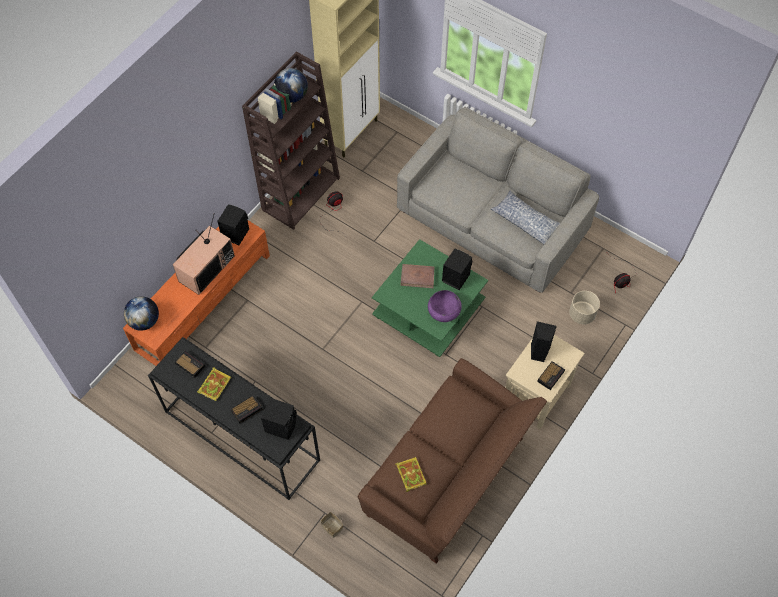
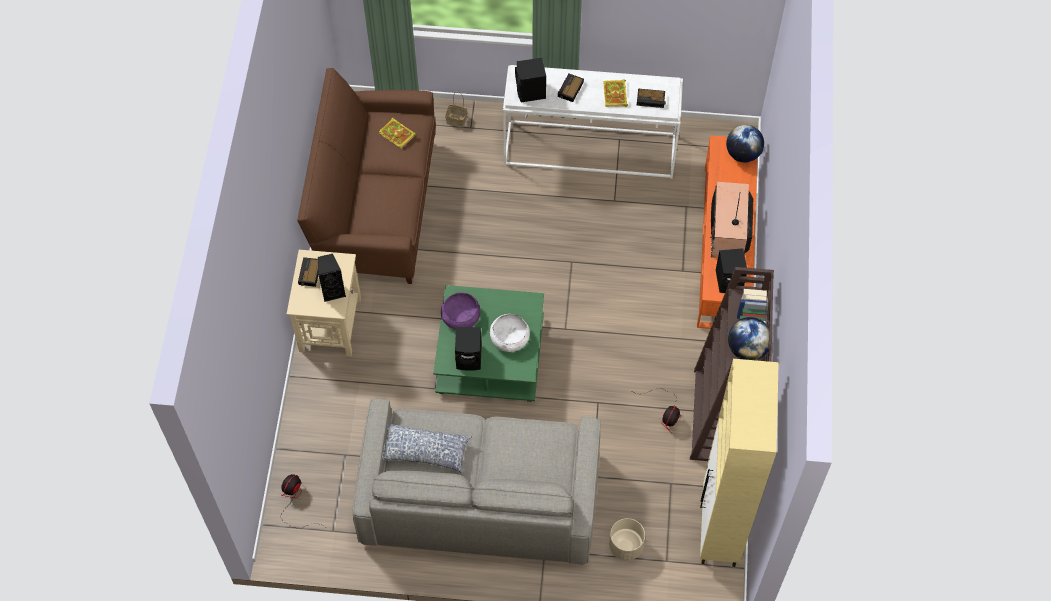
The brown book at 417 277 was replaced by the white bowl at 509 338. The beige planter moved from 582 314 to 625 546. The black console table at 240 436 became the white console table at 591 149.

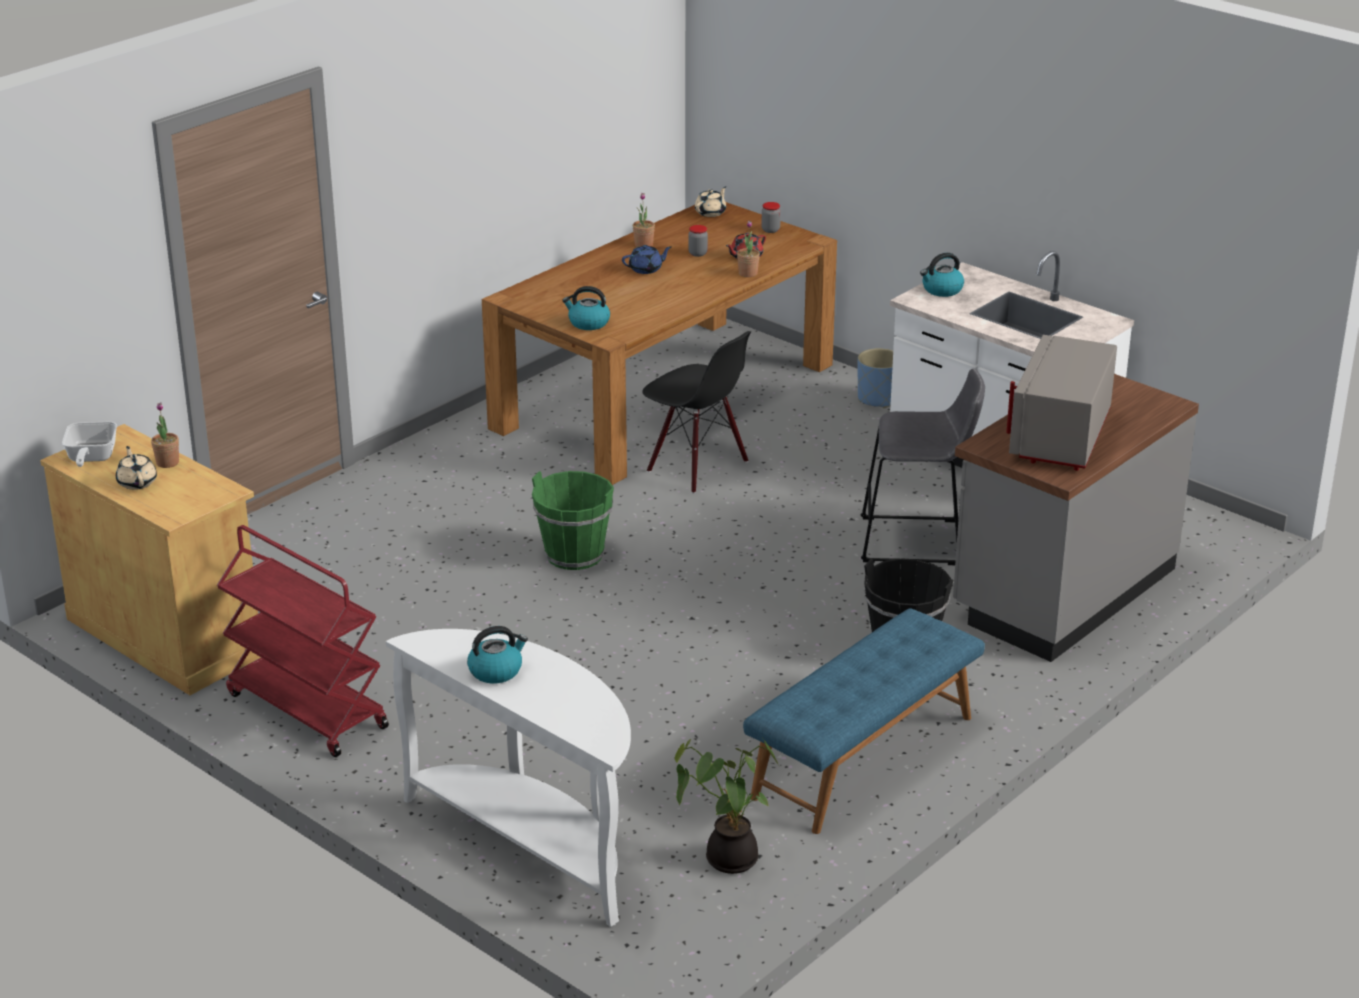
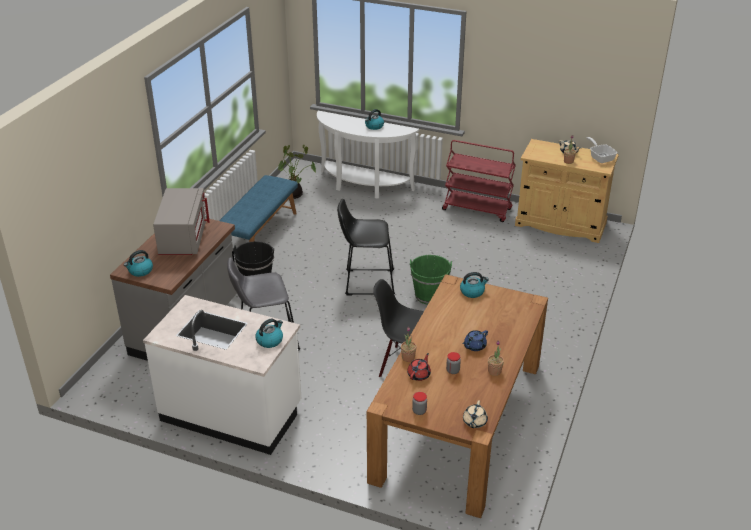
The blue planter at 878 399 disappeared. The black stool at 366 282 appeared. The kettle at 140 271 appeared.

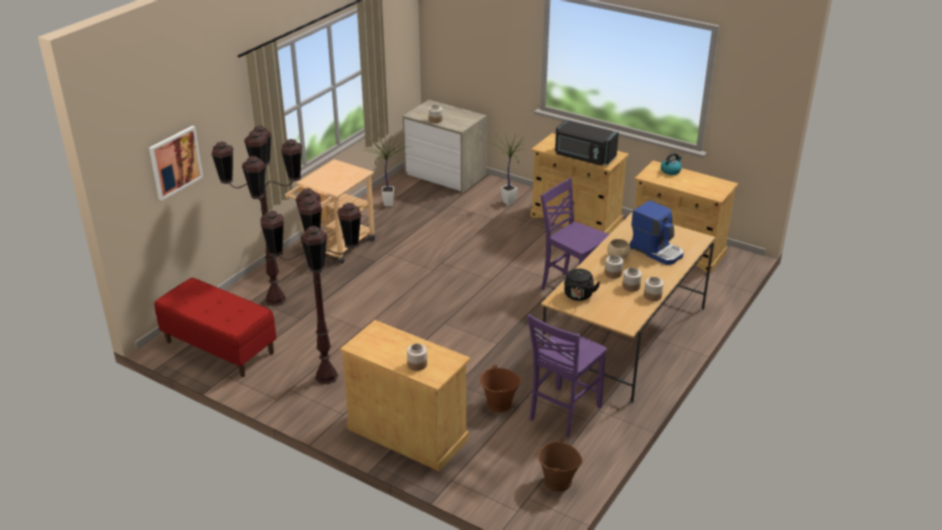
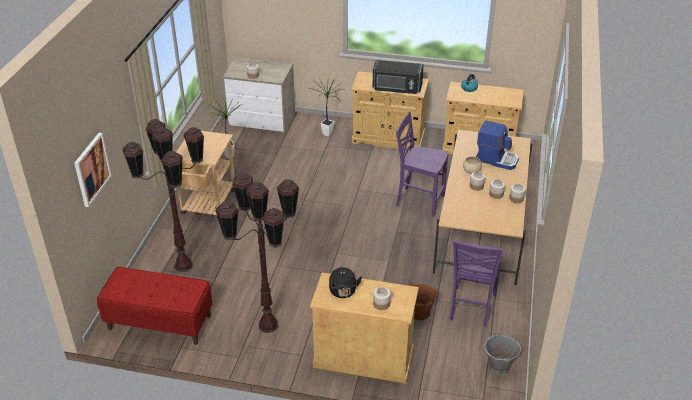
The black kettle moved from 578 296 to 343 292. The brown bucket at 557 481 became the grey bucket at 499 366.

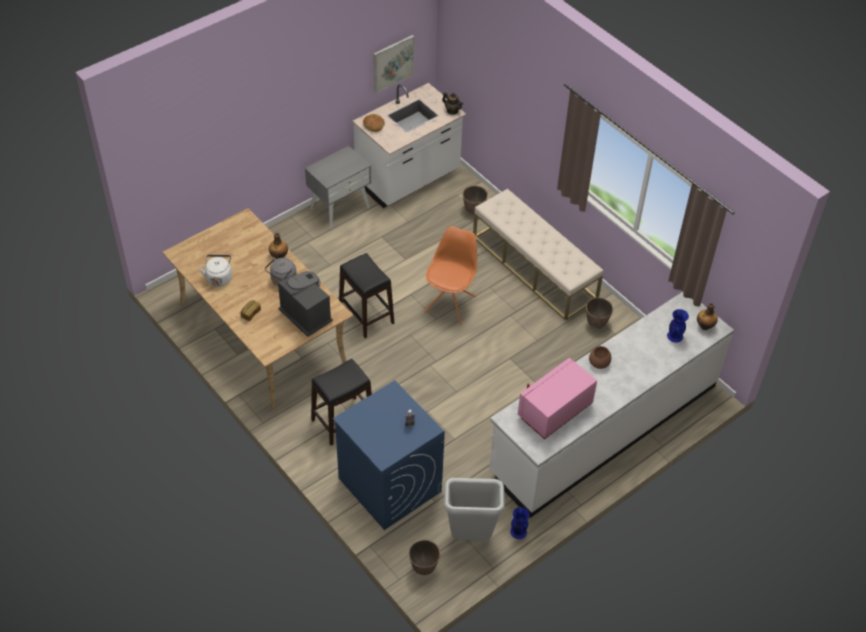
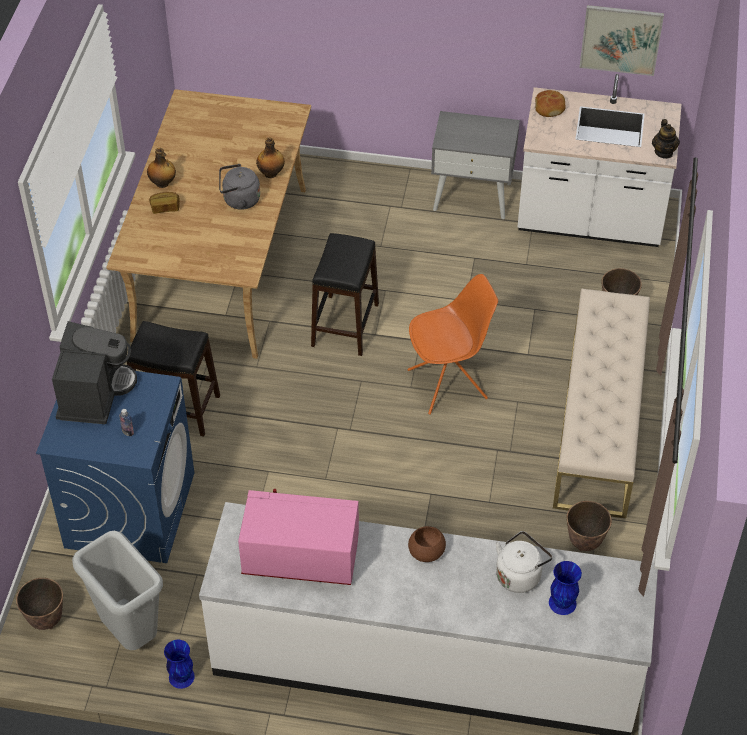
The white kettle moved from 219 277 to 519 574. The coffee machine moved from 306 315 to 94 394. The bottle moved from 705 326 to 163 183.

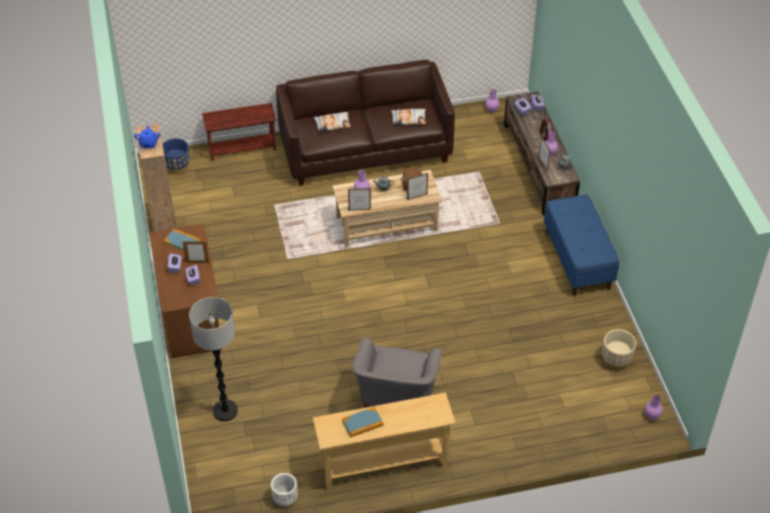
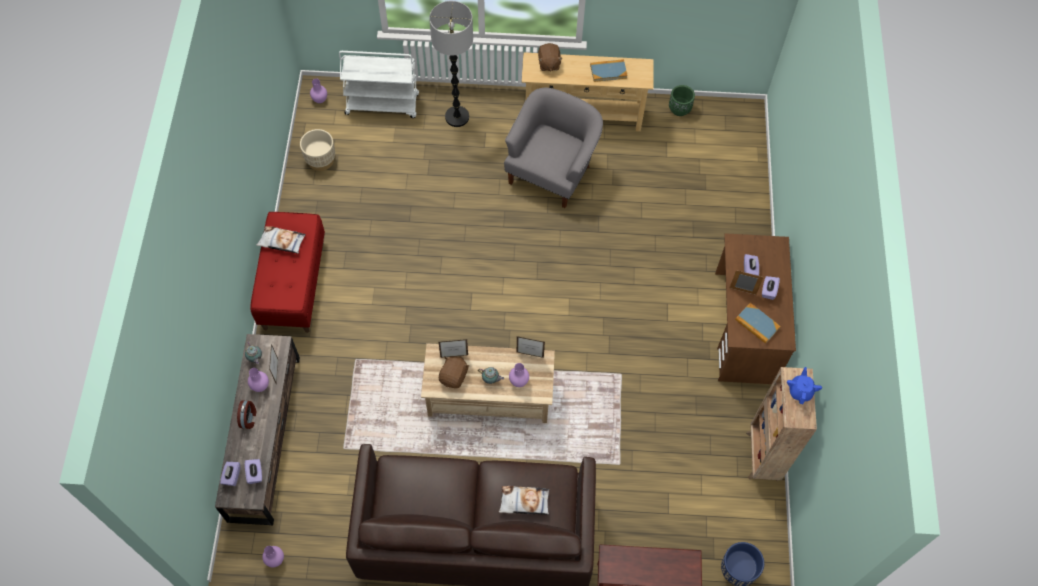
The pillow moved from 408 119 to 281 242. The blue bench at 578 260 became the red bench at 293 284. The floor lamp moved from 225 411 to 457 117. The white planter at 285 498 became the green planter at 679 109. The brown plush toy at 548 63 appeared. The white cart at 383 104 appeared.

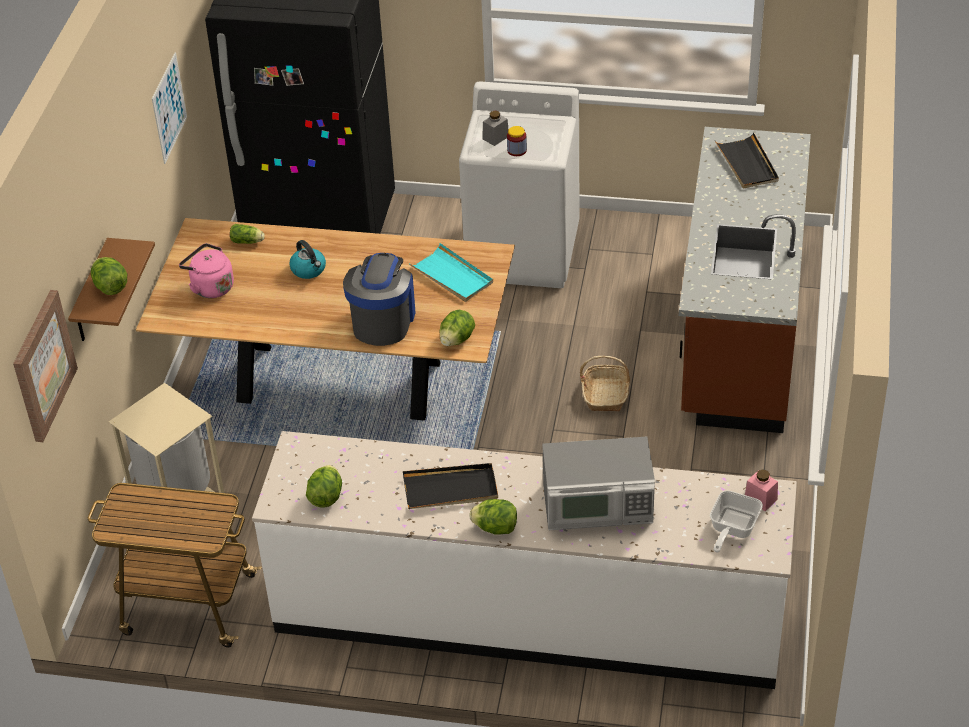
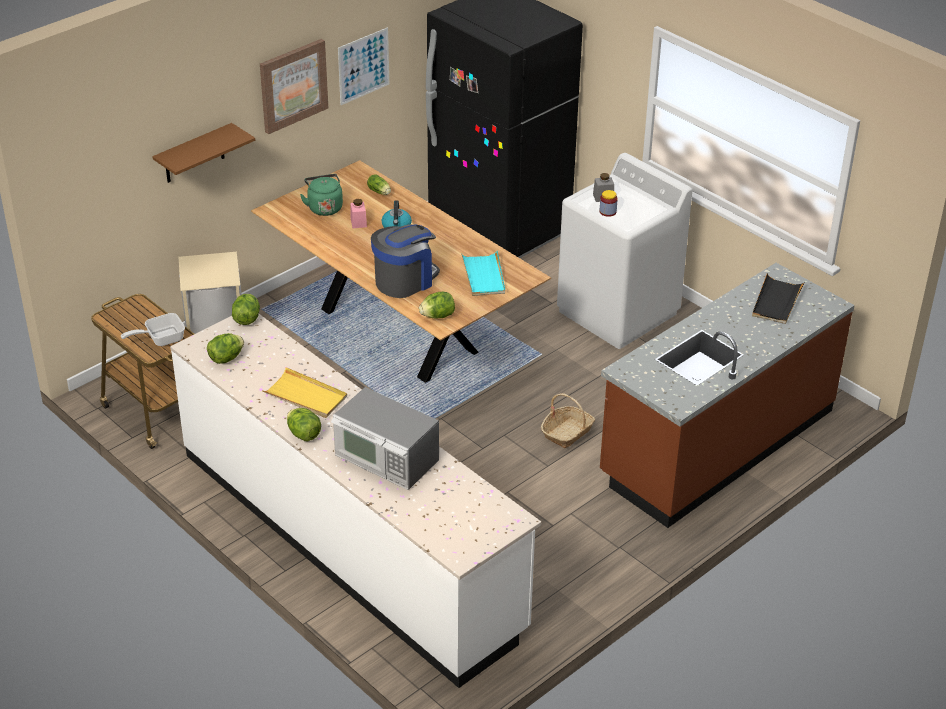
The pink kettle at 210 287 became the green kettle at 324 207. The lettuce moved from 110 287 to 247 319. The picture moved from 42 365 to 293 85. The black tray at 451 489 became the yellow tray at 305 396. The pink jar moved from 760 499 to 358 222. The frying pan moved from 731 529 to 160 339.

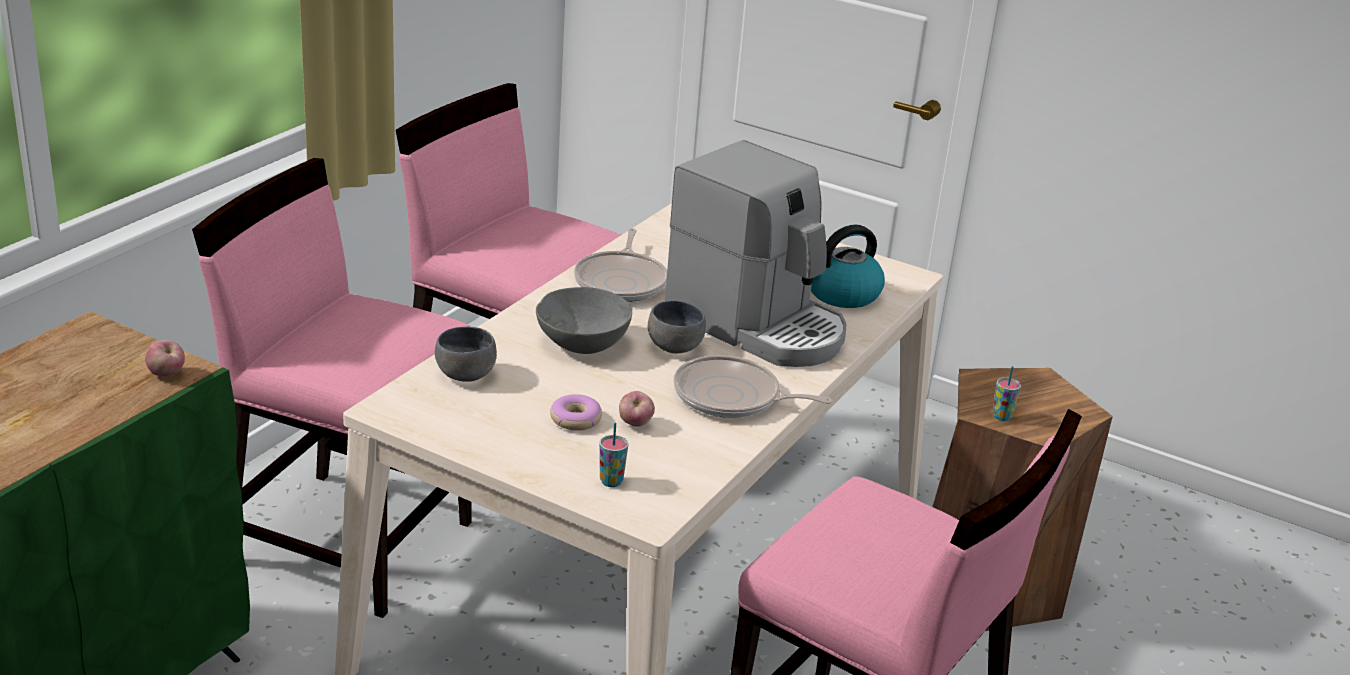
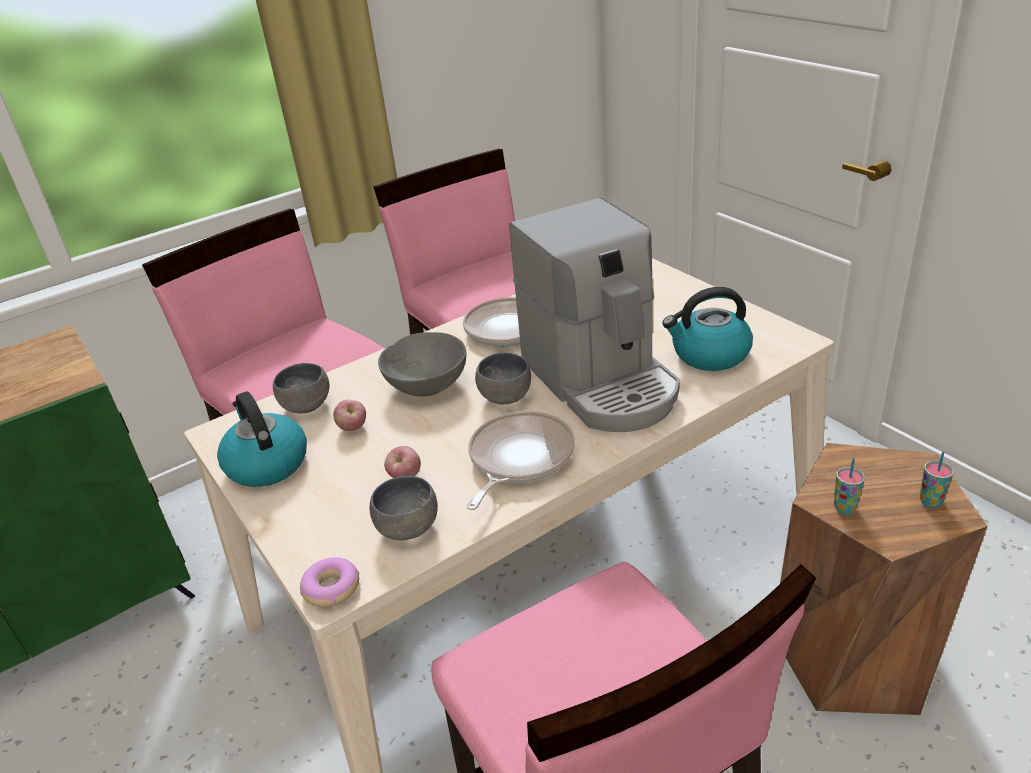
The apple moved from 166 374 to 353 428. The frying pan at 732 397 turned 75 degrees clockwise. The donut moved from 575 419 to 331 588. The cup moved from 611 482 to 930 502. The kettle at 266 464 appeared. The grey bowl at 408 527 appeared.

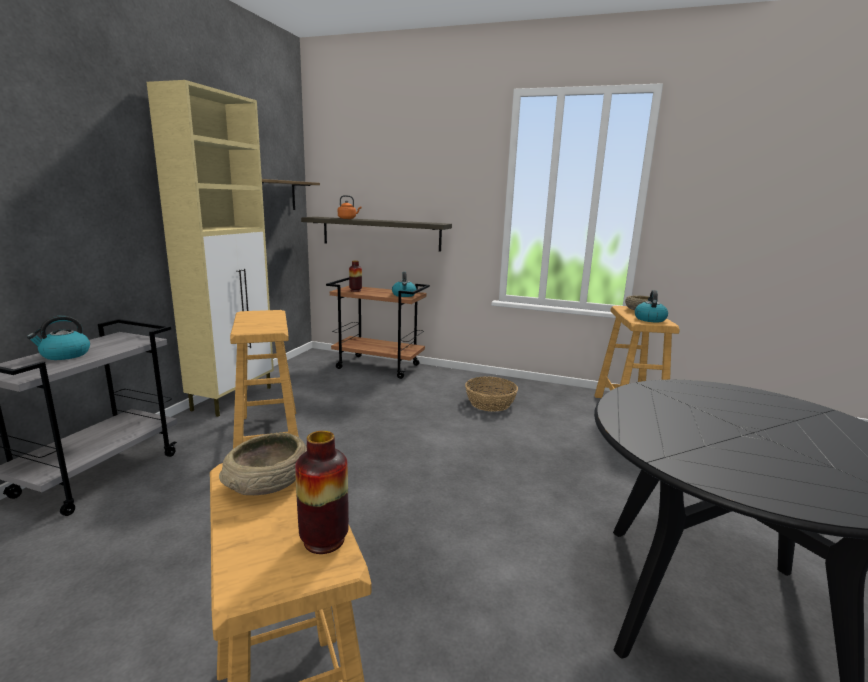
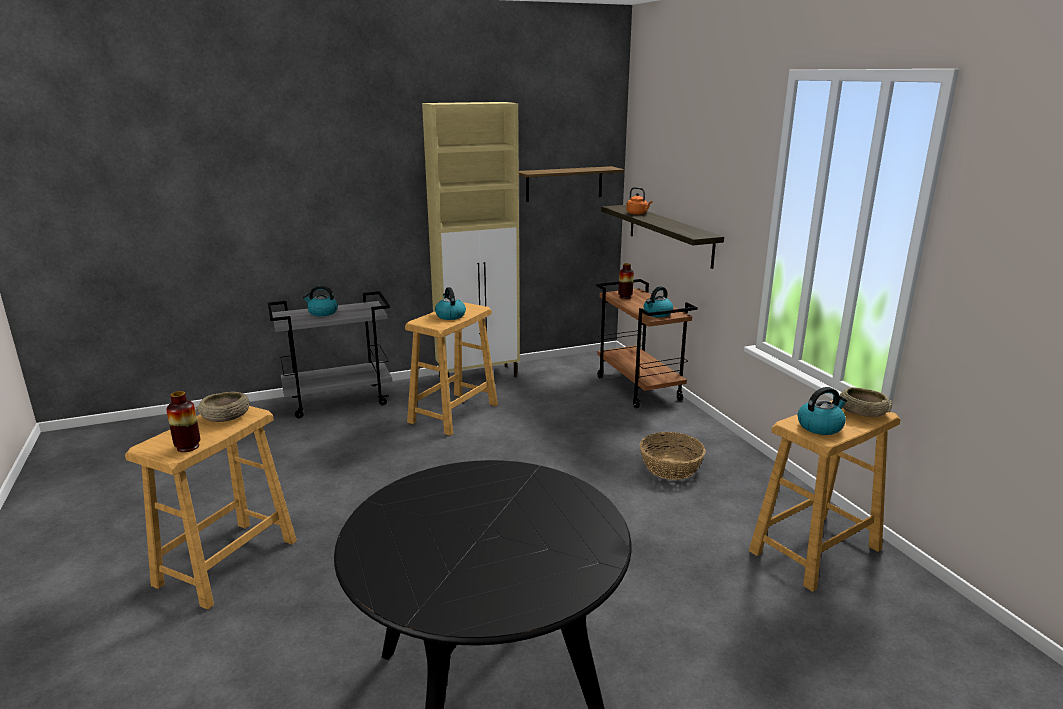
The kettle at 450 316 appeared.

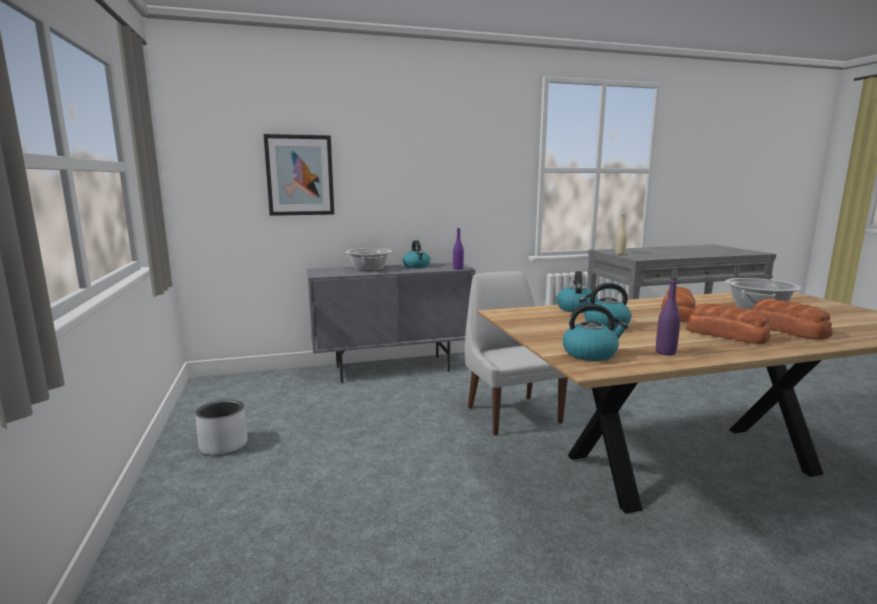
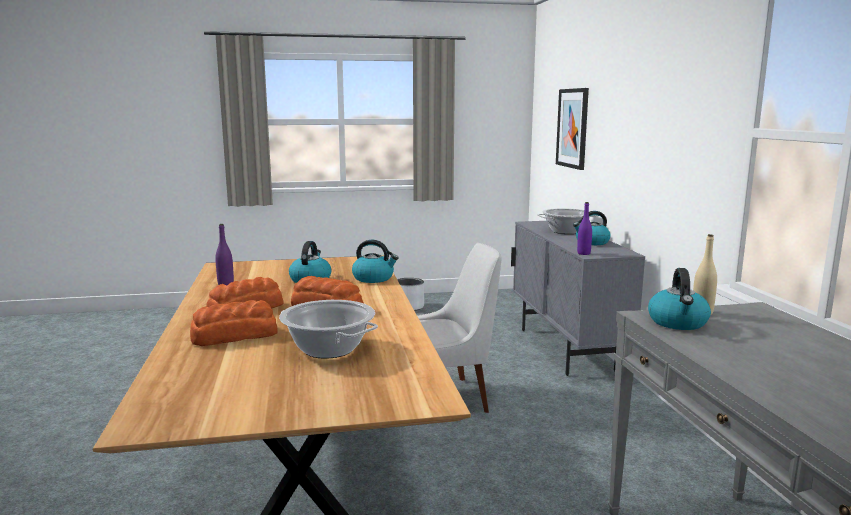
The kettle moved from 590 354 to 678 323.

